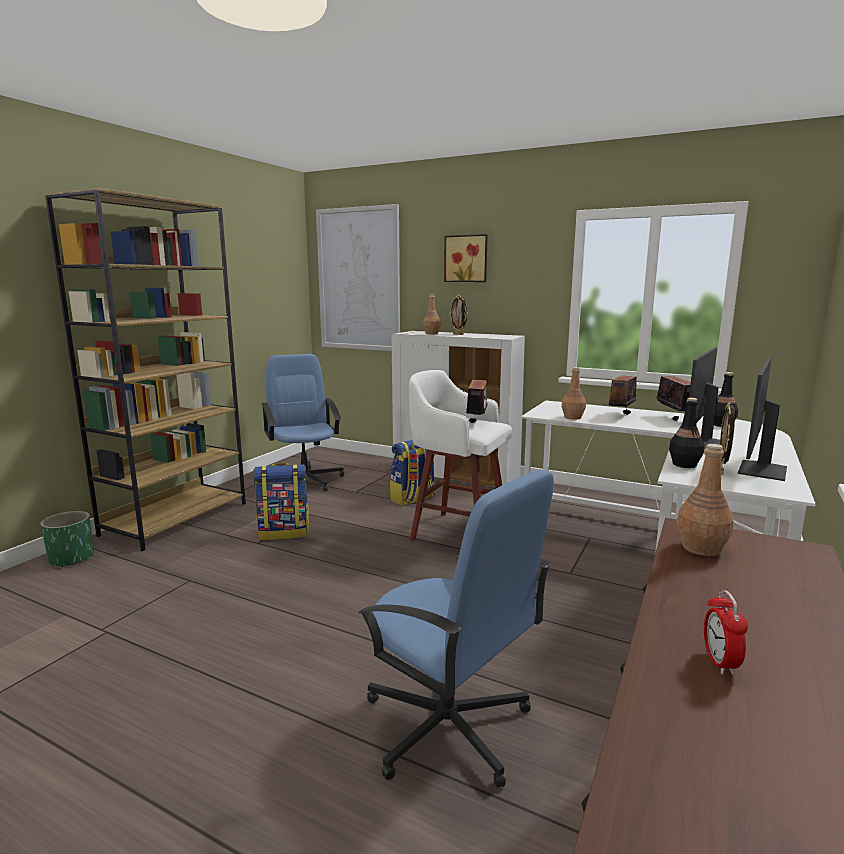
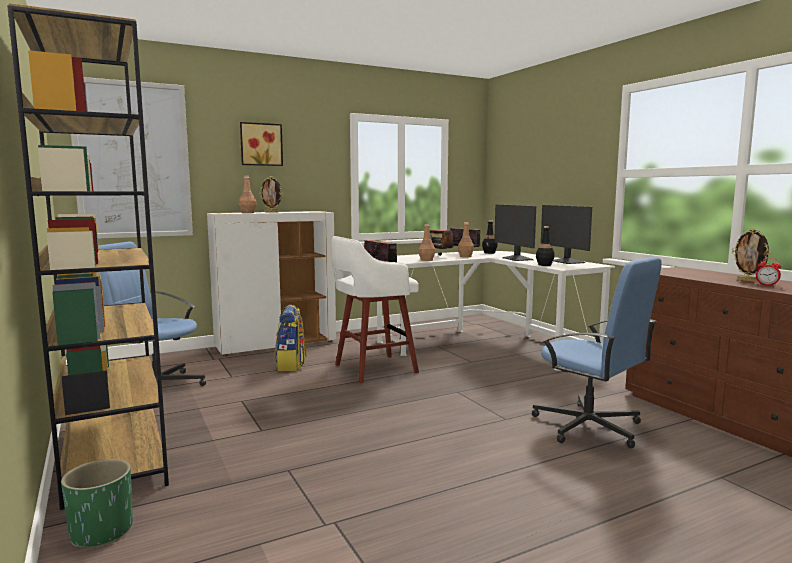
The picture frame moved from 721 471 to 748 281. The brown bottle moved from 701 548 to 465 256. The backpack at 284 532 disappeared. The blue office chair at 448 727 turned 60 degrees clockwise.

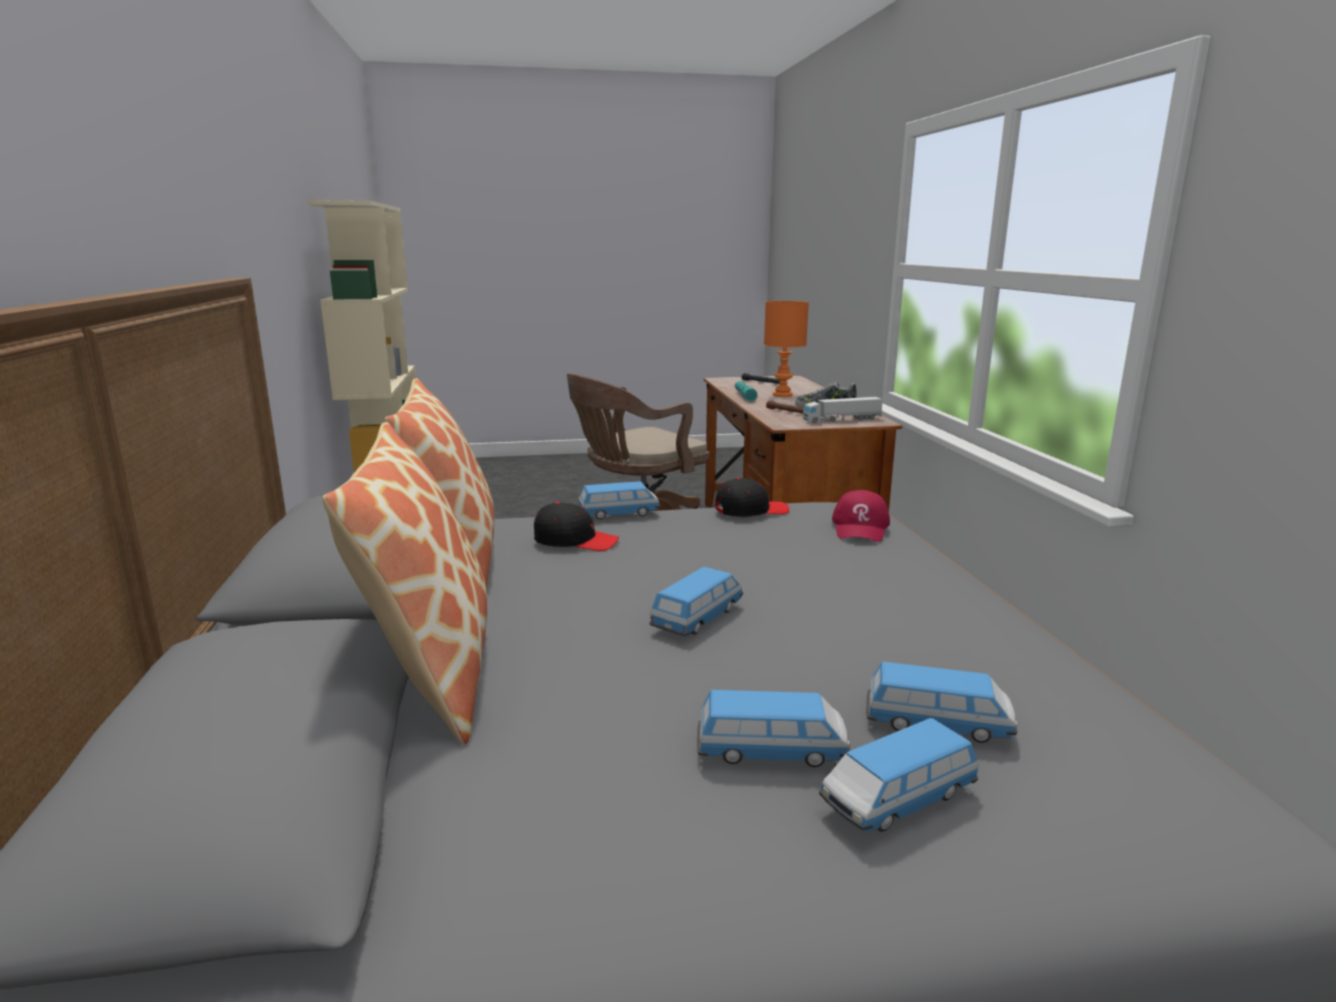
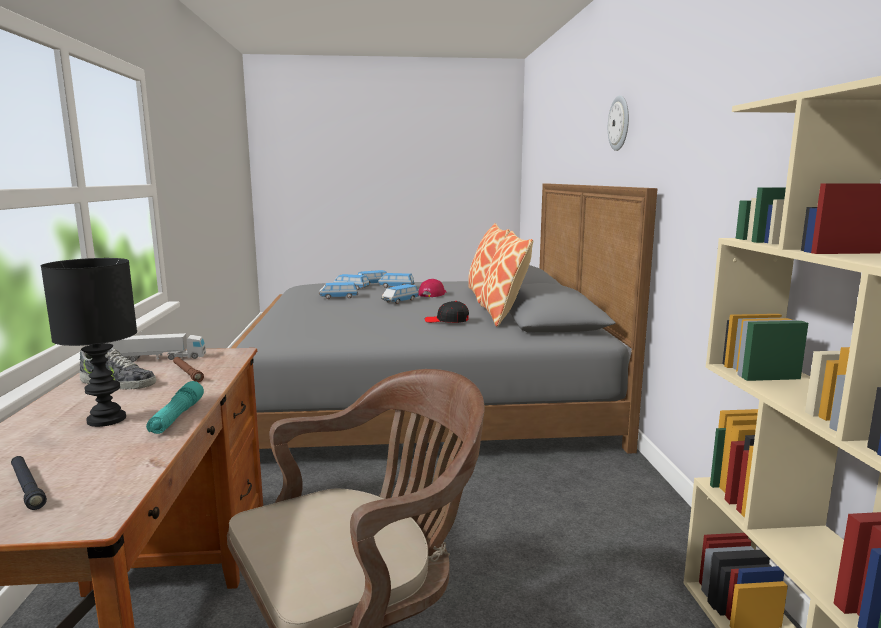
The orange table lamp at 781 395 became the black table lamp at 107 420. The black cap at 750 510 disappeared. The toy car moved from 619 514 to 338 297. The red cap moved from 860 528 to 433 294. The wall clock at 619 123 appeared.

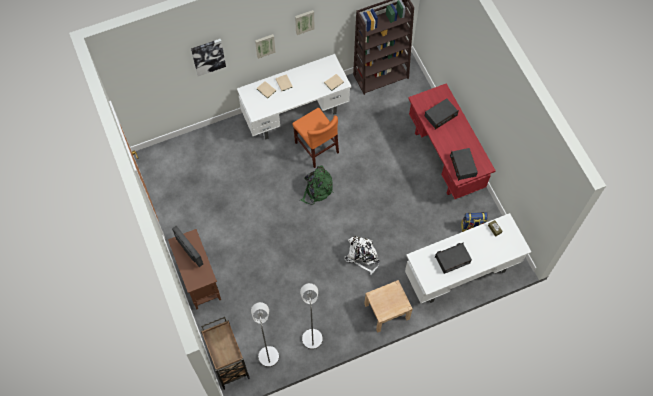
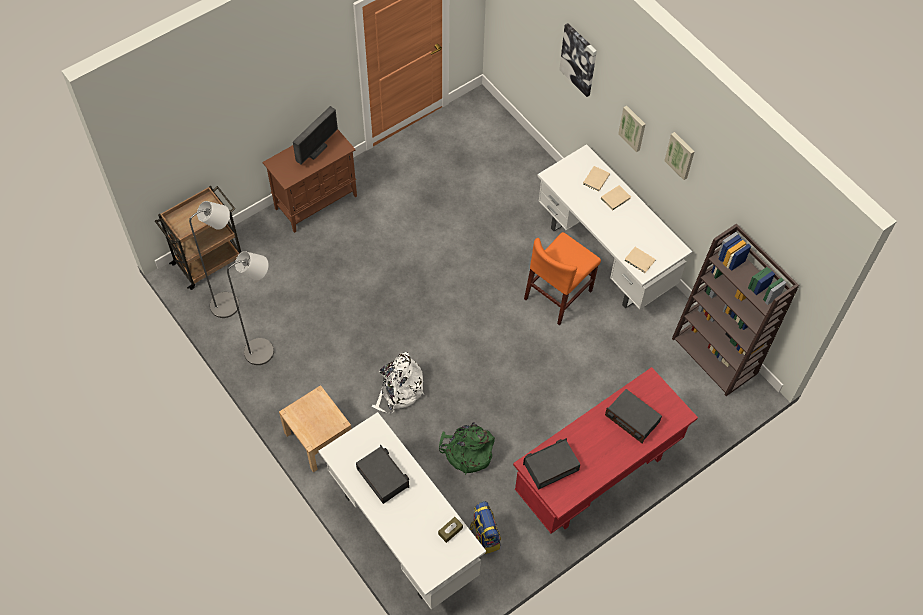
The green backpack moved from 316 189 to 467 452.

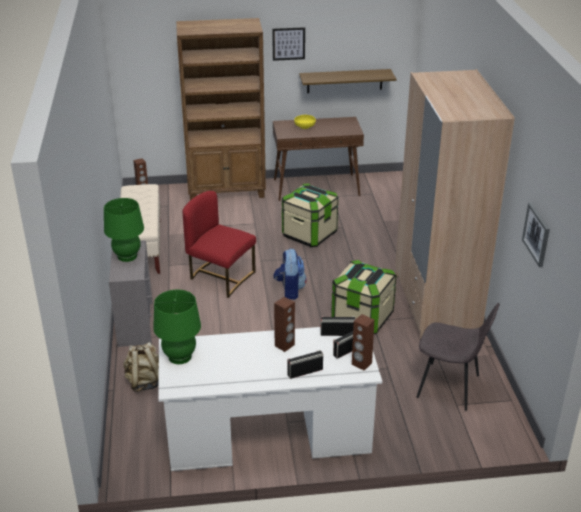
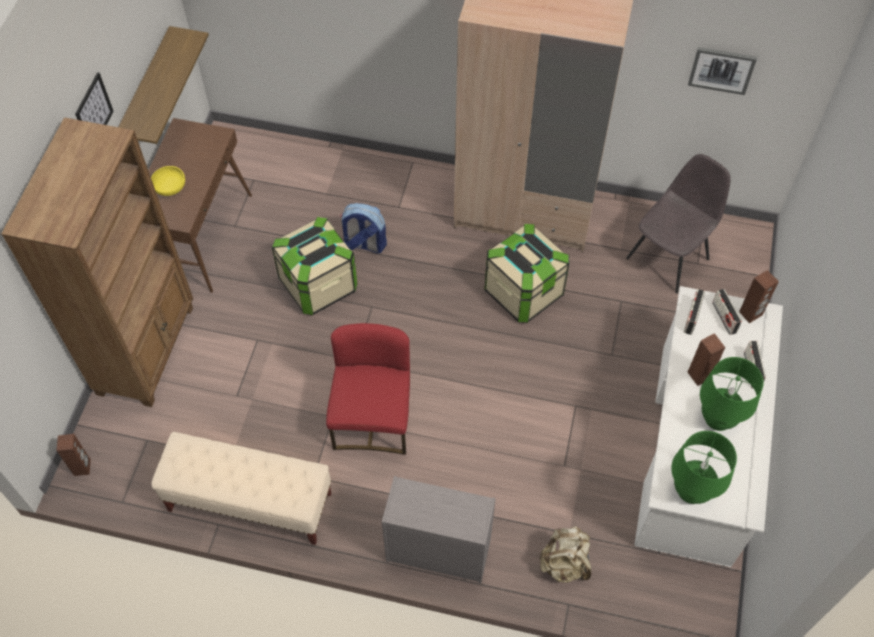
The red chair at 220 277 turned 135 degrees clockwise. The green table lamp moved from 127 256 to 718 418. The backpack moved from 289 290 to 364 244.

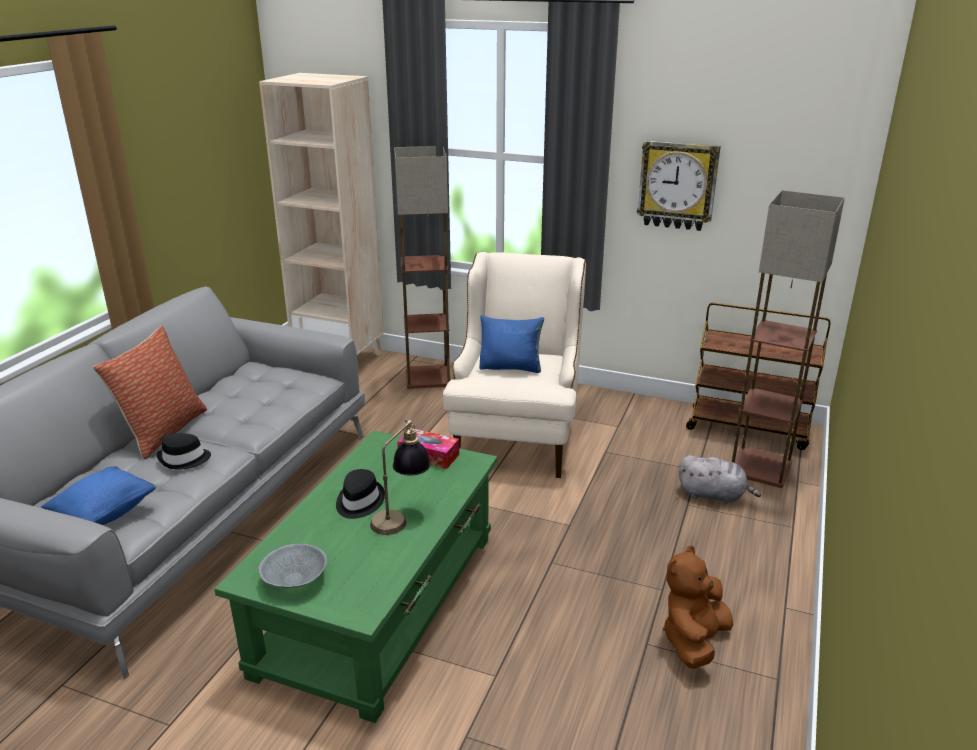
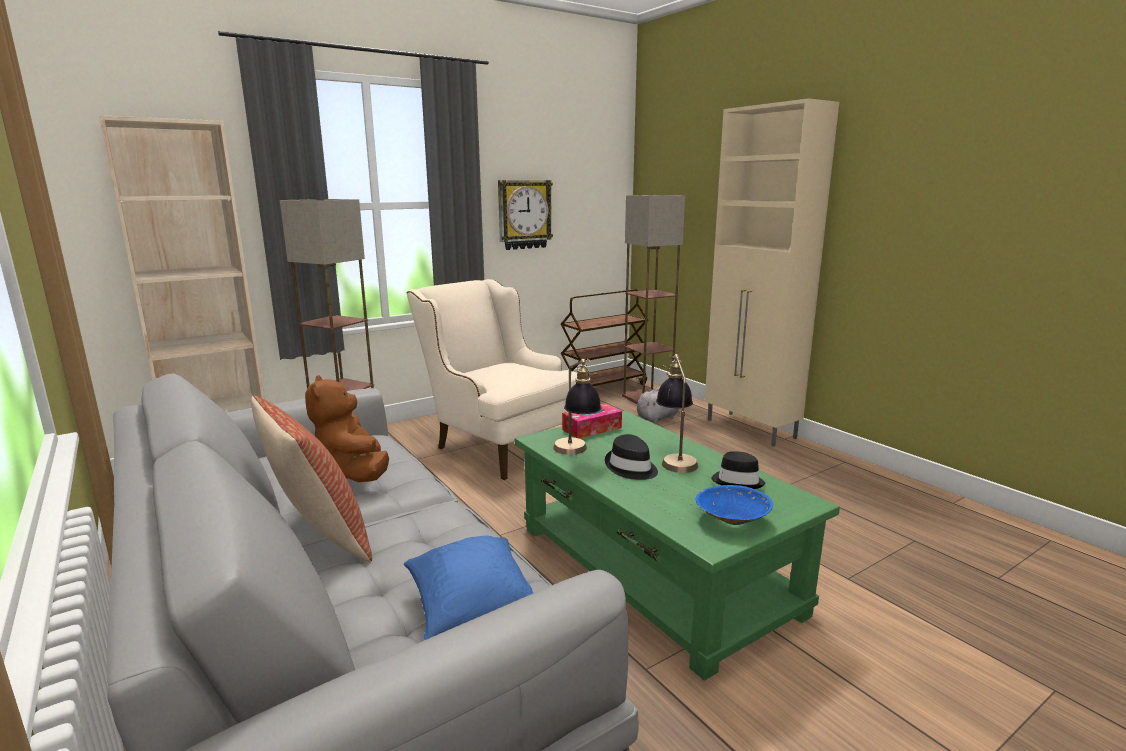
The blue pillow at 511 367 disappeared. The black hat moved from 184 459 to 738 481. The grey bowl at 295 579 became the blue bowl at 731 520. The brown plush toy moved from 693 641 to 354 475. The beige cabinet at 751 429 appeared. The table lamp at 576 453 appeared.

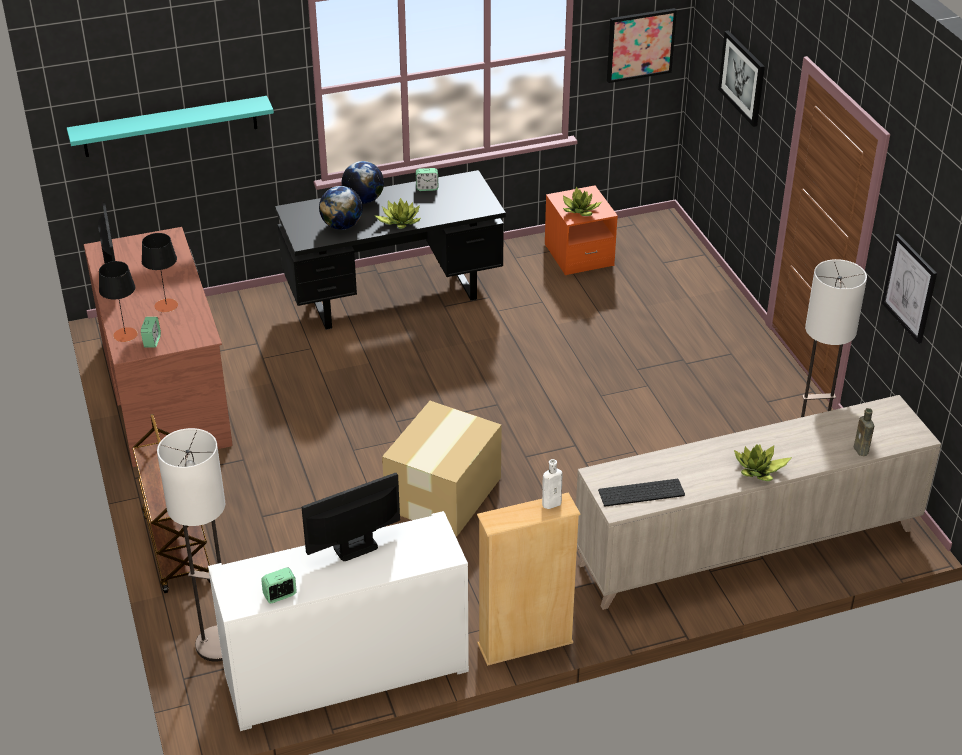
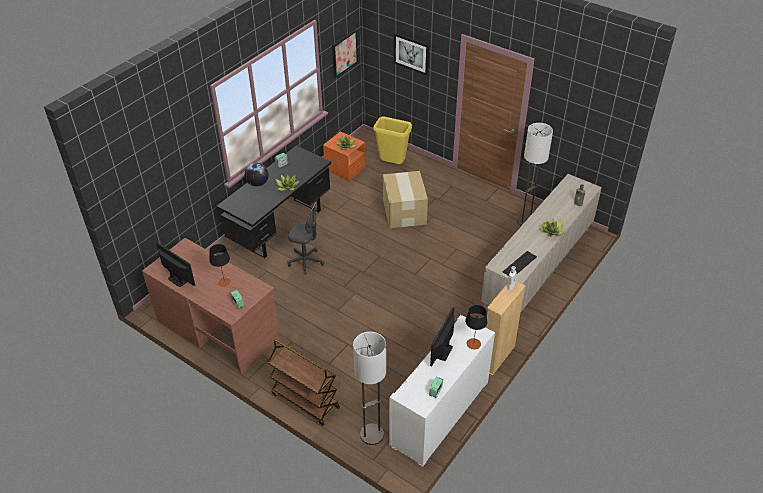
The turquoise shelf at 170 126 disappeared. The globe at 342 226 disappeared. The picture at 910 288 disappeared. The black table lamp moved from 125 335 to 473 344. The cardboard box moved from 445 493 to 404 211. The yellow trash can at 393 164 appeared. The grey office chair at 306 261 appeared.

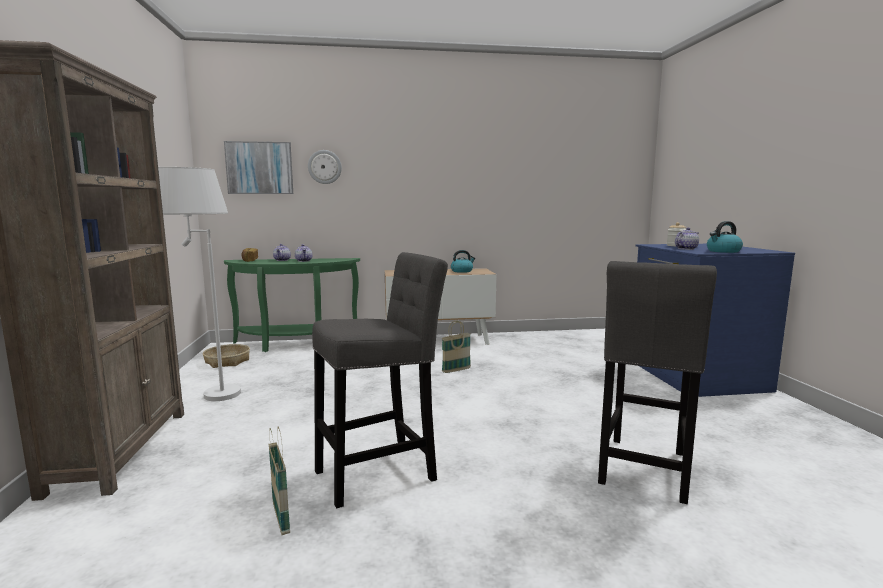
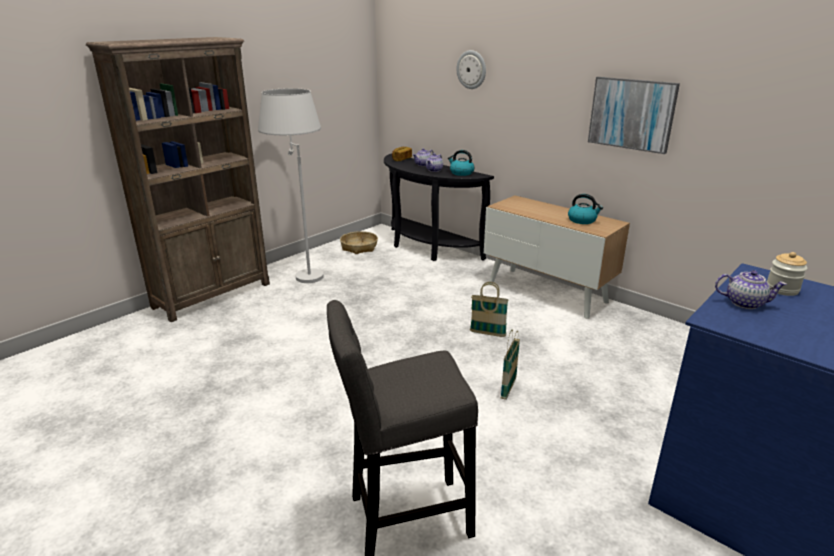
The picture moved from 259 168 to 631 114. The kettle moved from 723 251 to 461 173. The grey stool at 381 473 disappeared. The green console table at 295 345 became the black console table at 426 248. The basket moved from 281 518 to 508 388.

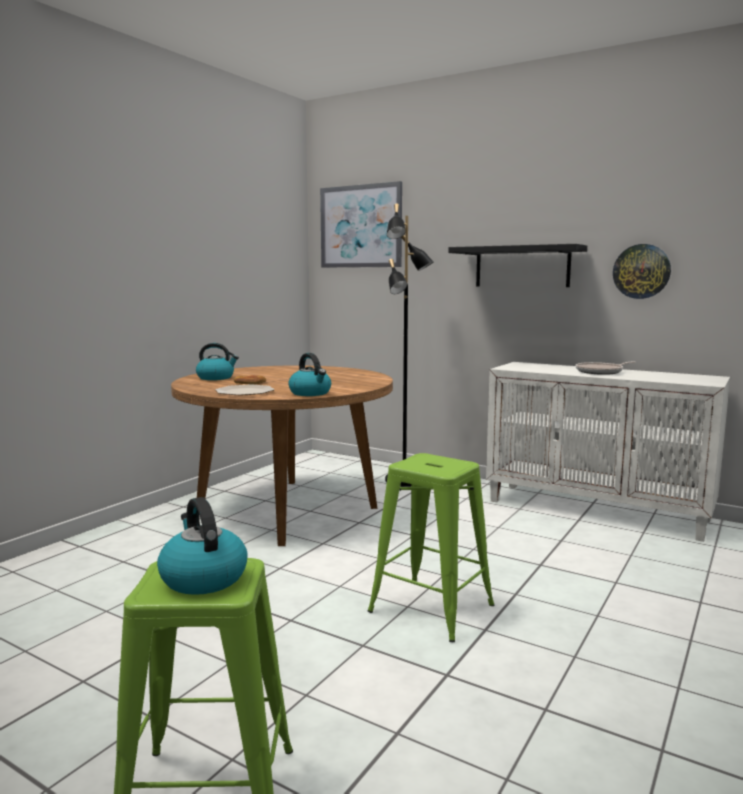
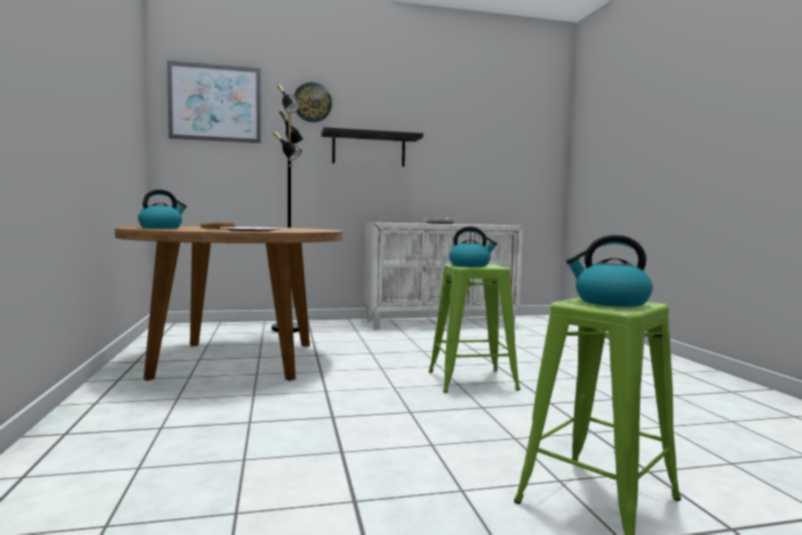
The wall clock moved from 641 271 to 312 102. The kettle moved from 310 393 to 470 265.

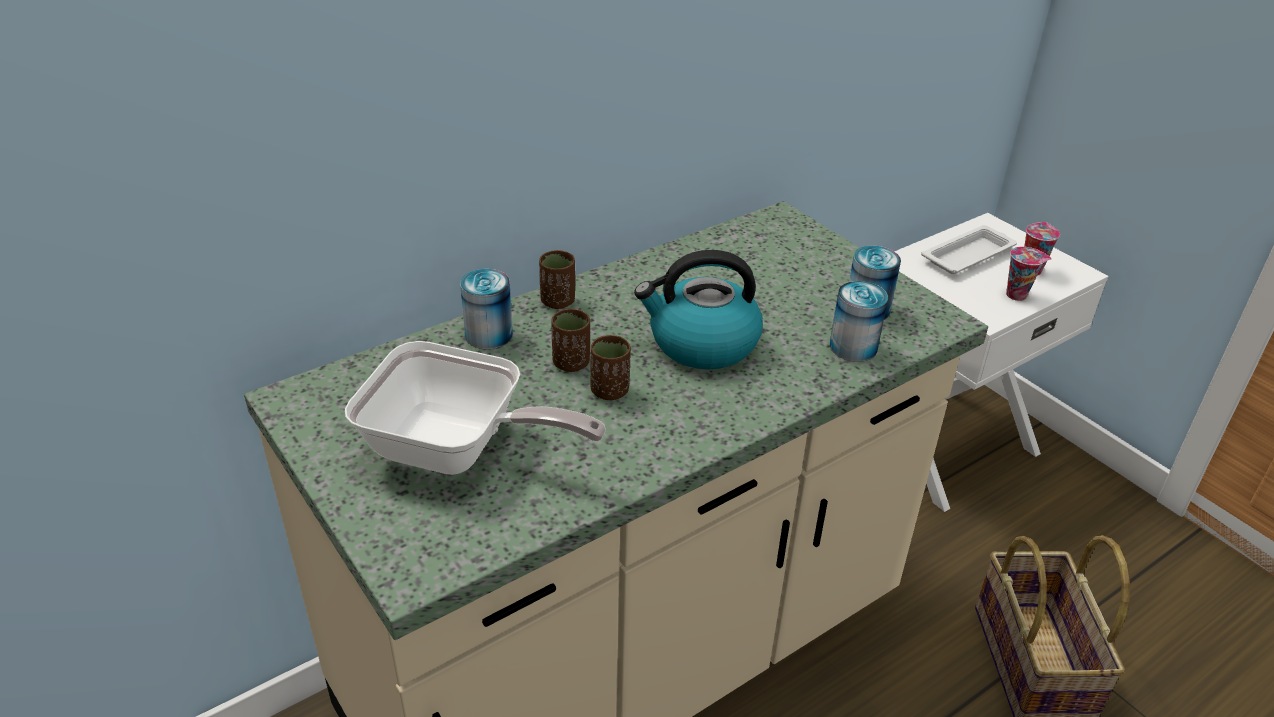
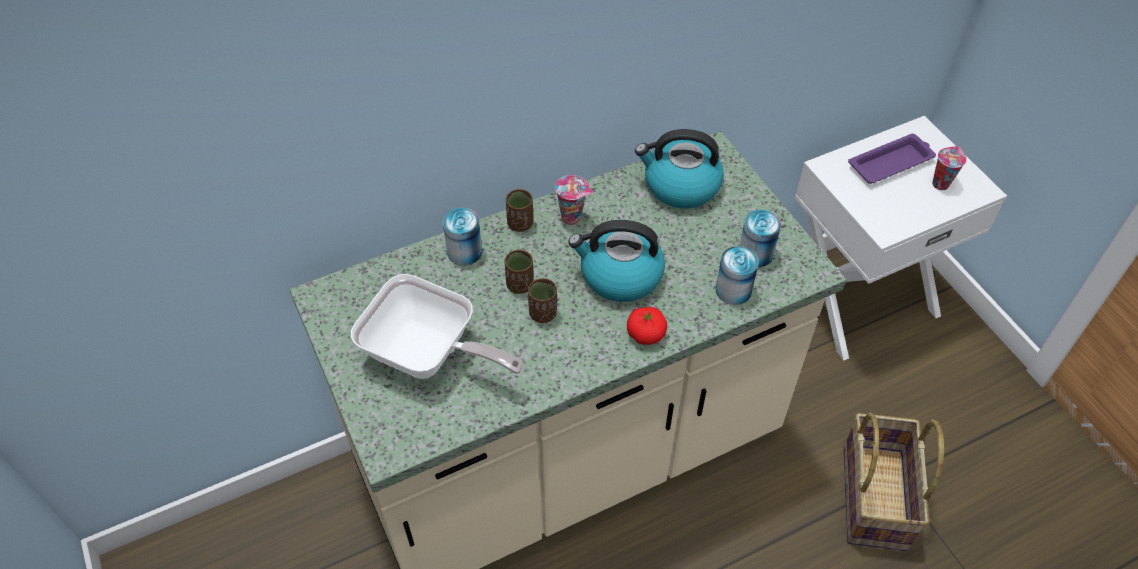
The white tray at 969 255 became the purple tray at 891 163. The cup moved from 1018 295 to 573 217. The kettle at 680 186 appeared. The tomato at 646 334 appeared.

